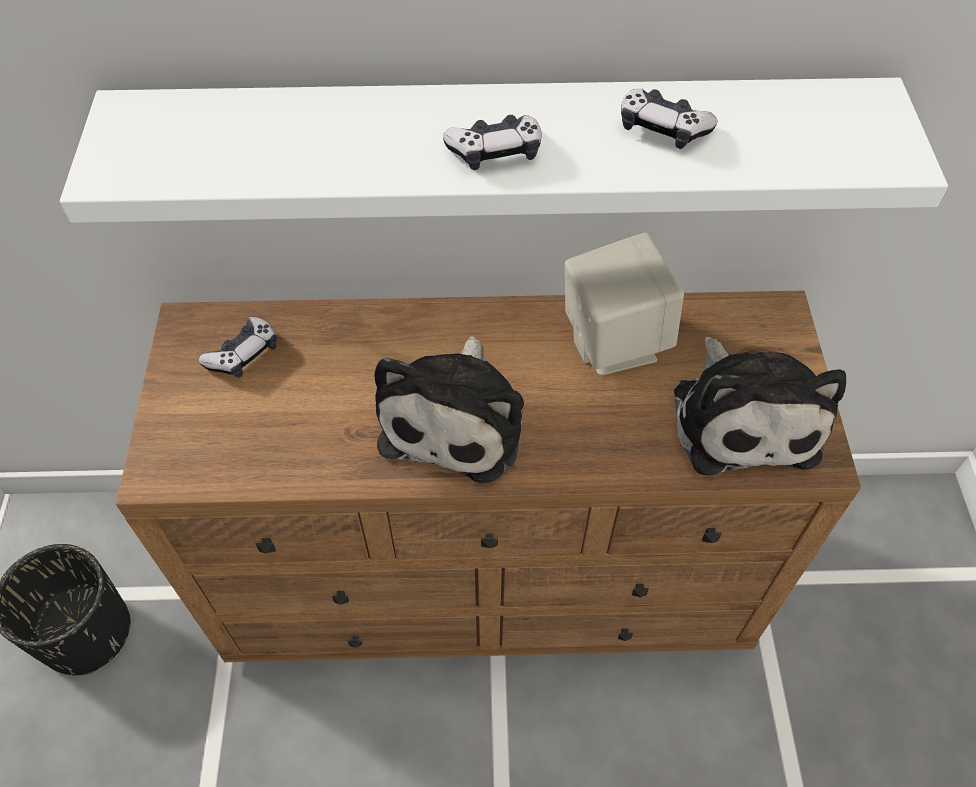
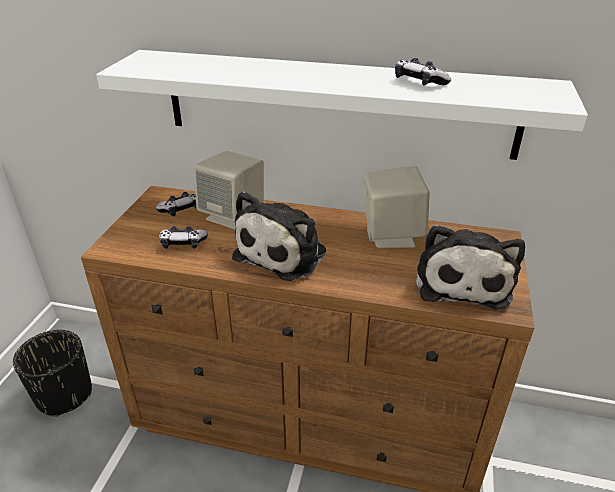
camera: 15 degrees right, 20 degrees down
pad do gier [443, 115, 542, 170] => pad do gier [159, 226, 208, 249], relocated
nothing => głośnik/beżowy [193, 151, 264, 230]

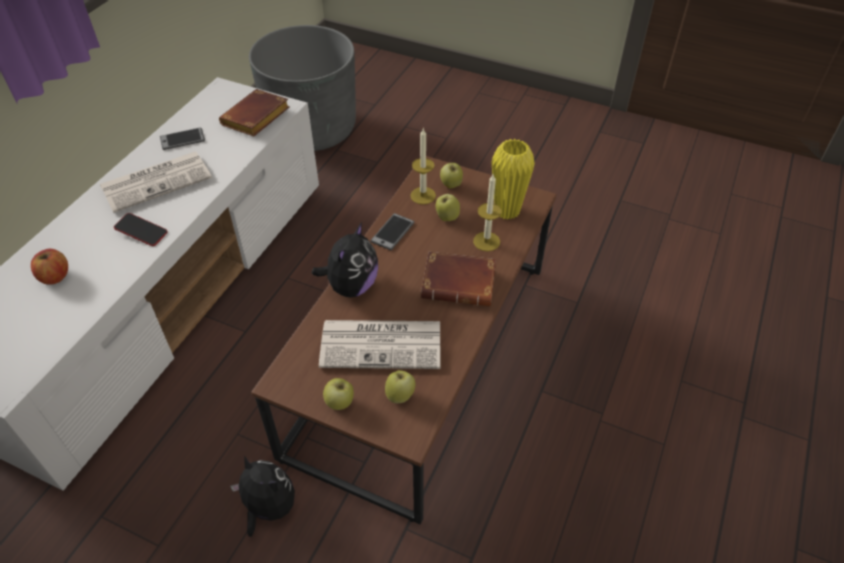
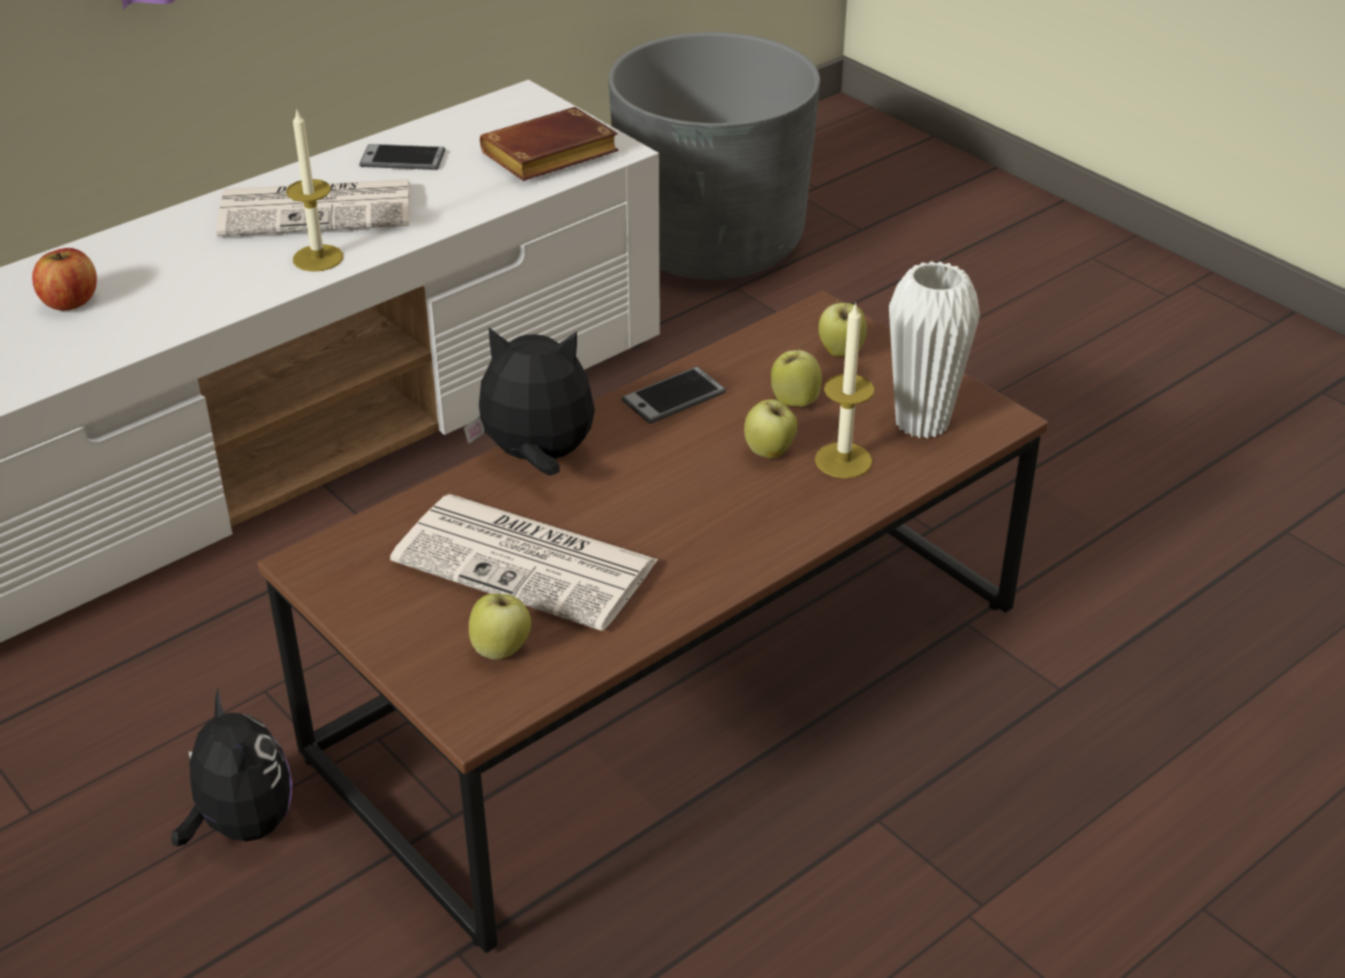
camera: 25 degrees right, 10 degrees down
świeca [410, 129, 436, 204] => świeca [286, 108, 343, 272], relocated
wazon/żółty [491, 139, 535, 220] => wazon/biały [889, 261, 980, 439]
telefon [114, 213, 168, 246] => nothing
pluszak [312, 222, 378, 297] => pluszak [463, 328, 595, 476], 135 degrees counterclockwise
książka/brązowy [421, 252, 496, 306] => nothing
jabłko [323, 378, 354, 410] => jabłko [744, 399, 798, 458], relocated

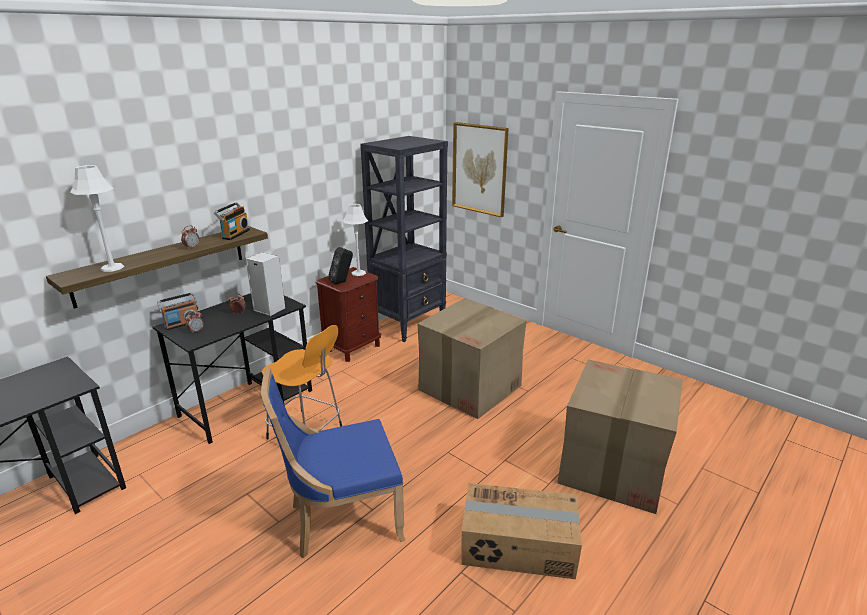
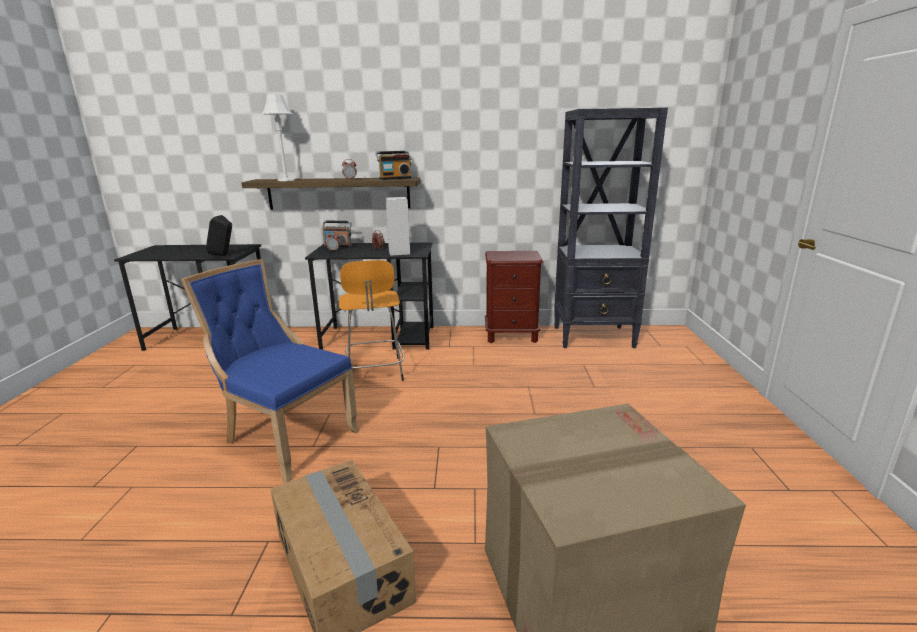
camera: 50 degrees right, 5 degrees down
obraz [452, 122, 509, 217] => nothing
lampa stołowa/biały [343, 204, 368, 276] => nothing
głośnik/czarny [328, 247, 353, 284] => głośnik/czarny [206, 215, 232, 256], relocated
karton [418, 298, 527, 419] => nothing

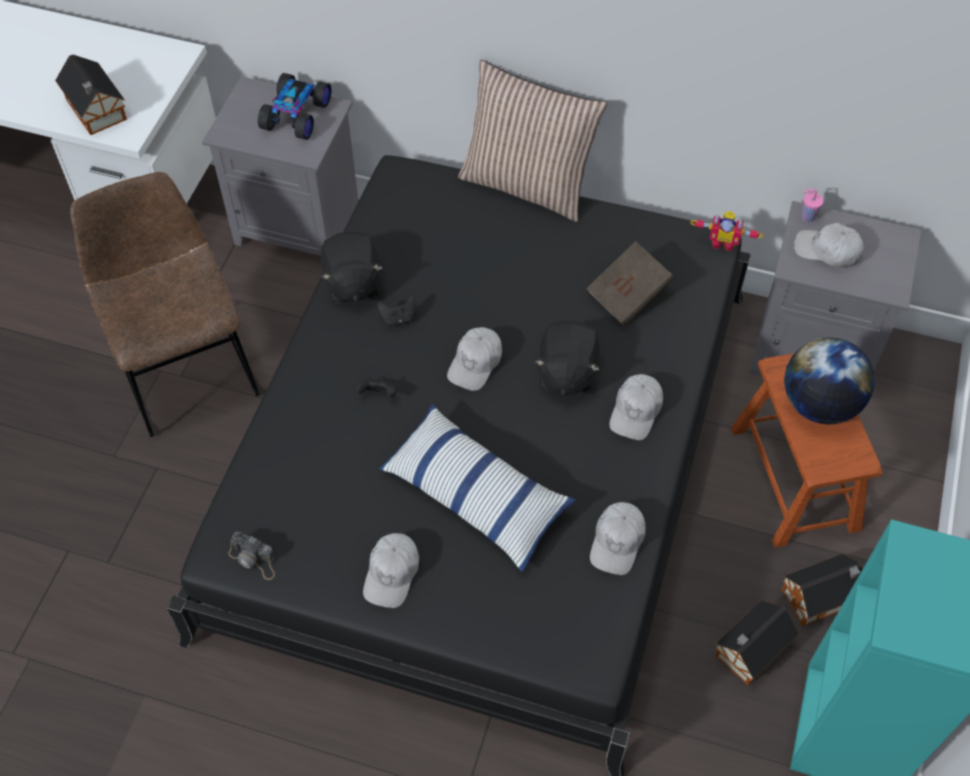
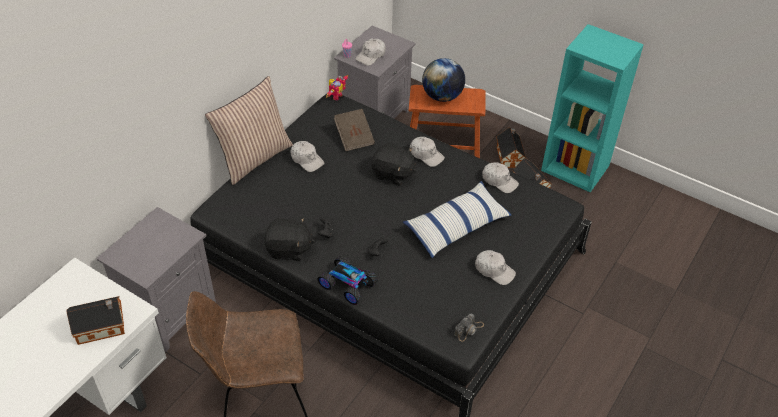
camera: 75 degrees left, 10 degrees down
samochodzik [258, 73, 331, 140] => samochodzik [318, 255, 378, 305], relocated
czapka z daszkiem/biały [447, 327, 502, 391] => czapka z daszkiem/biały [290, 141, 325, 172], relocated

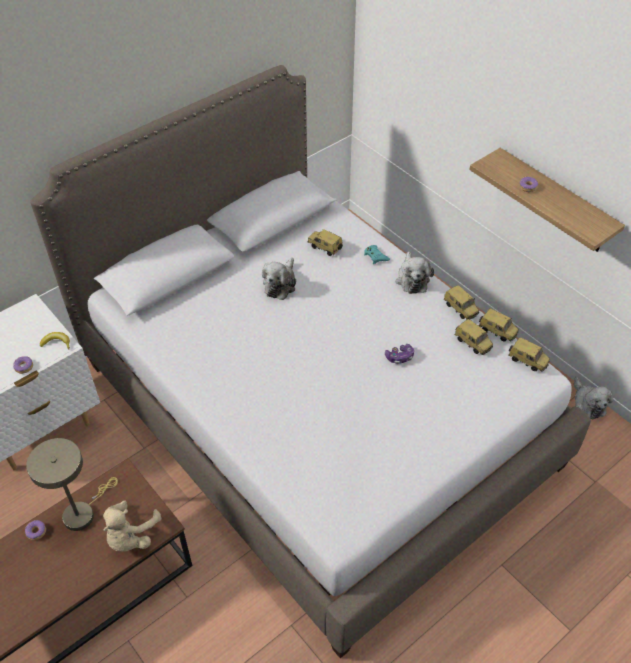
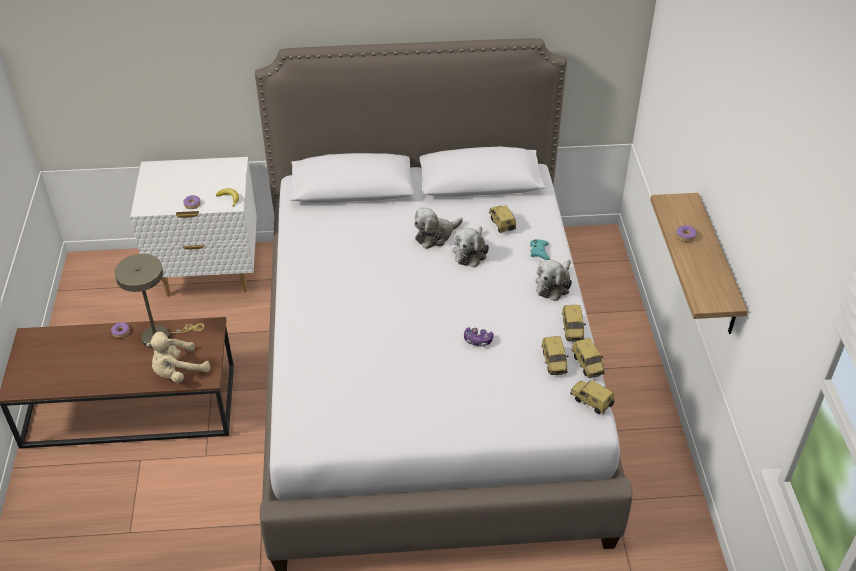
camera: 35 degrees right, 5 degrees down
samochodzik [508, 337, 550, 372] => samochodzik [570, 380, 615, 414], 150 degrees clockwise
pluszak [574, 377, 613, 419] => pluszak [452, 226, 489, 267], relocated

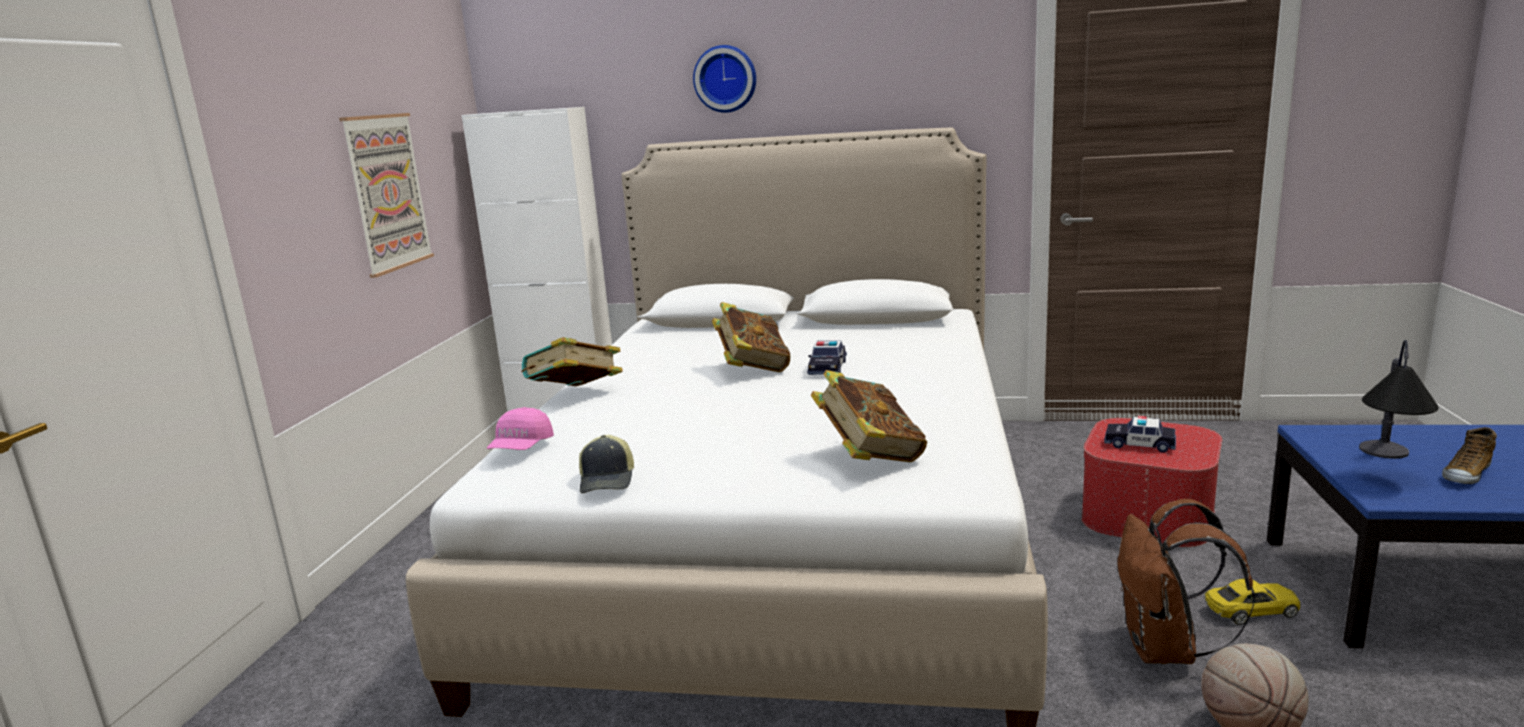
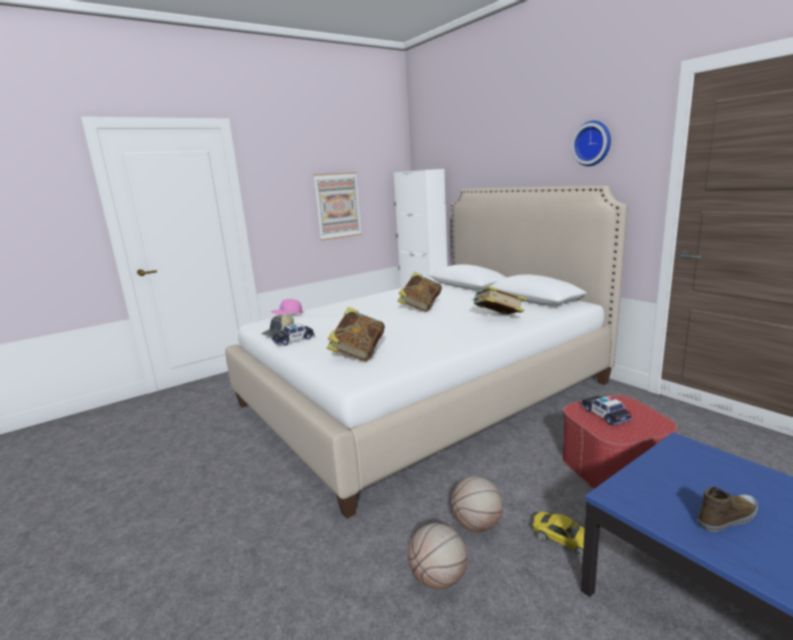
camera: 45 degrees right, 0 degrees up
zegar ścienny [693, 45, 756, 113] => zegar ścienny [571, 121, 611, 166], relocated
książka [521, 337, 623, 386] => książka [471, 286, 527, 315], relocated
lampa stołowa [1359, 340, 1439, 459] => nothing
samochodzik [807, 341, 847, 375] => samochodzik [271, 323, 315, 345], relocated
but [1442, 427, 1497, 484] => but [698, 486, 758, 532], 150 degrees clockwise
plecak/brązowy [1117, 499, 1255, 664] => piłka do koszykówki [451, 476, 503, 532]

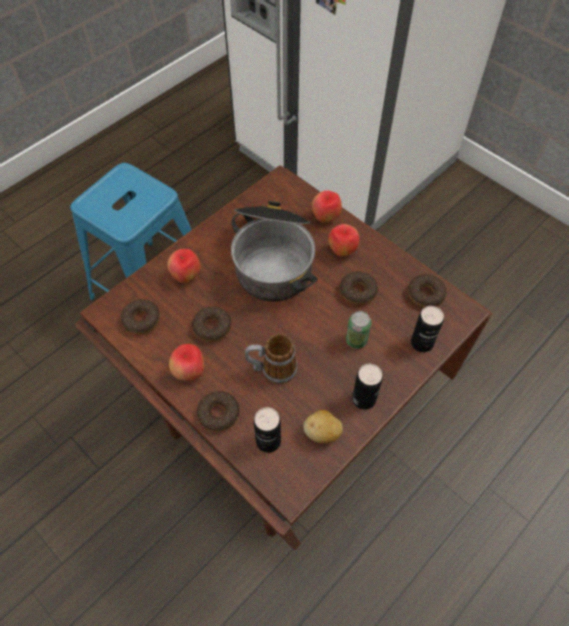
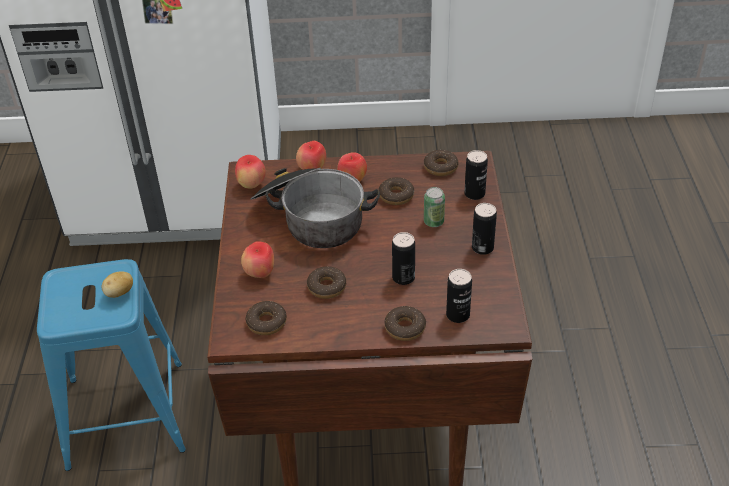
camera: 45 degrees left, 15 degrees down
kubek [245, 334, 297, 384] => puszka [392, 232, 415, 285]
jabłko [169, 344, 204, 381] => jabłko [235, 155, 266, 189], relocated
ziemniak [303, 410, 343, 443] => ziemniak [102, 271, 133, 298], relocated

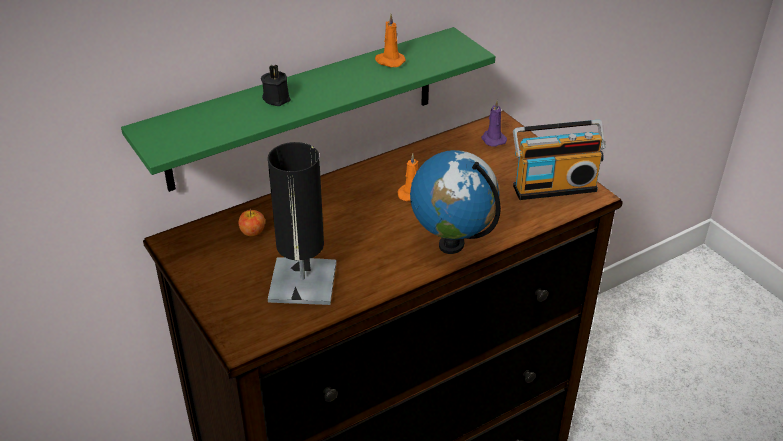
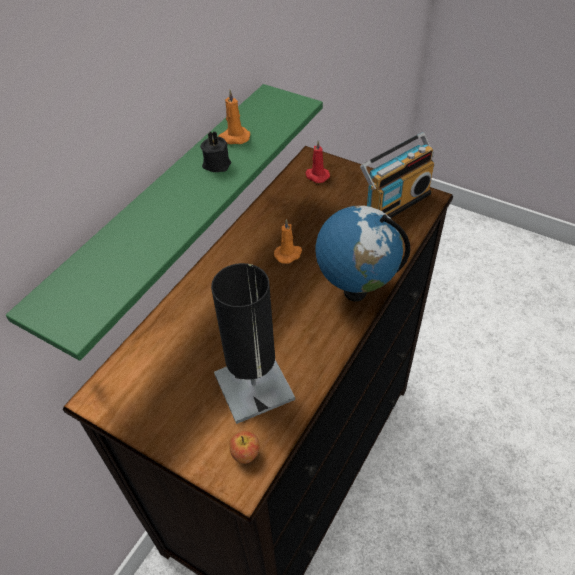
camera: 25 degrees left, 10 degrees up
świeca/czarny [261, 65, 291, 106] => świeca/czarny [200, 132, 231, 172], relocated
świeca/fioletowy [481, 100, 507, 147] => świeca/czerwony [305, 141, 330, 183]
jabłko [239, 209, 265, 236] => jabłko [229, 431, 260, 464], relocated

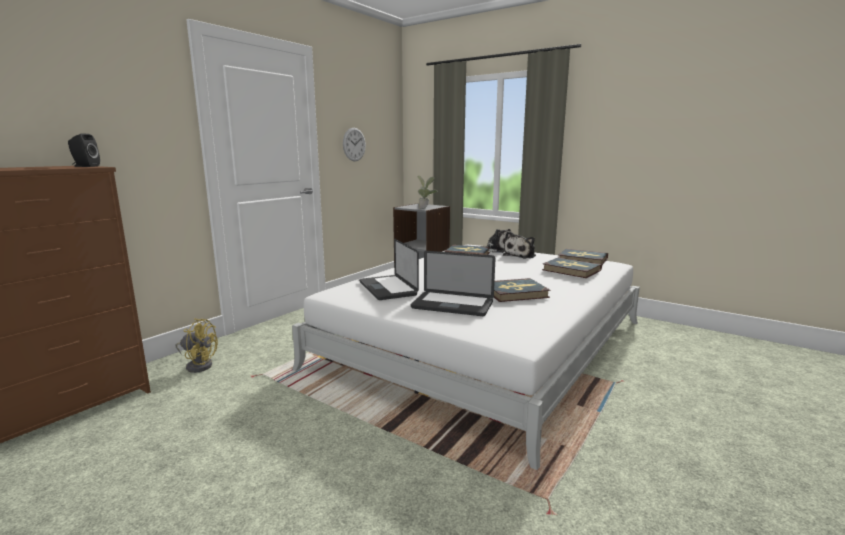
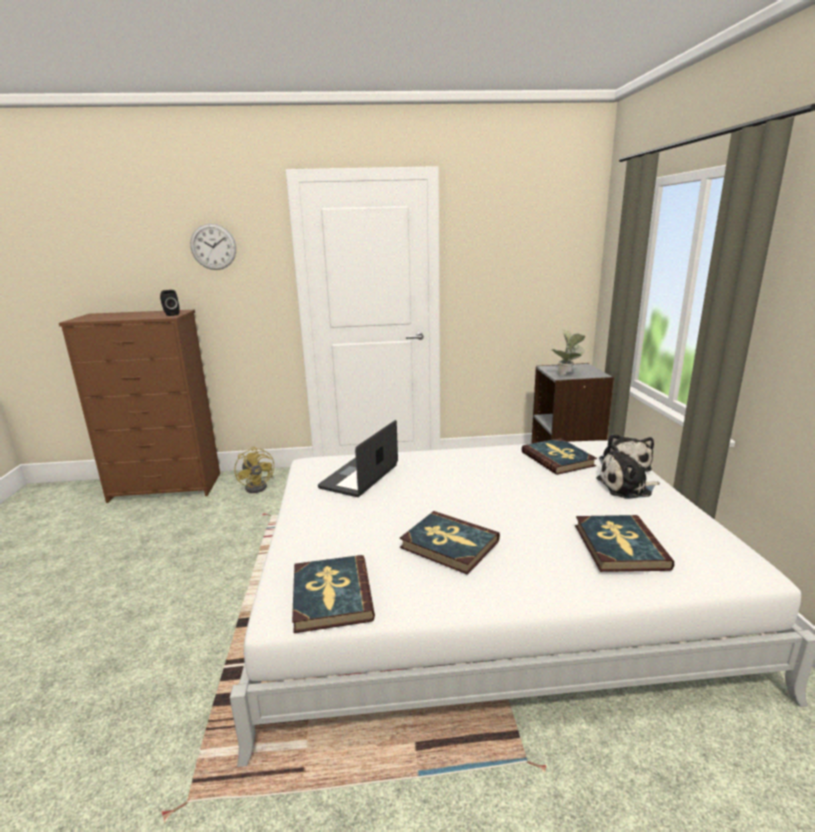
camera: 50 degrees right, 5 degrees up
zegar ścienny [343, 128, 366, 161] => zegar ścienny [190, 223, 236, 270], relocated
książka [558, 249, 608, 265] => książka [292, 555, 375, 633], relocated
laptop [411, 251, 495, 316] => nothing

